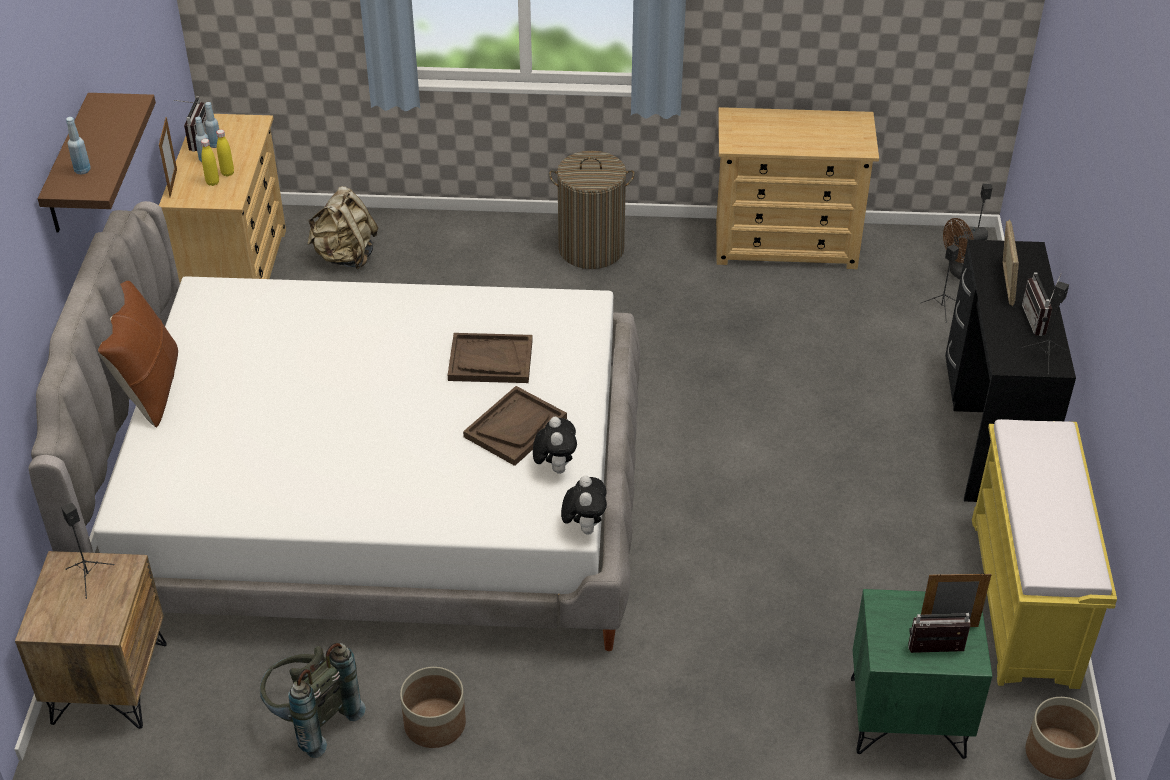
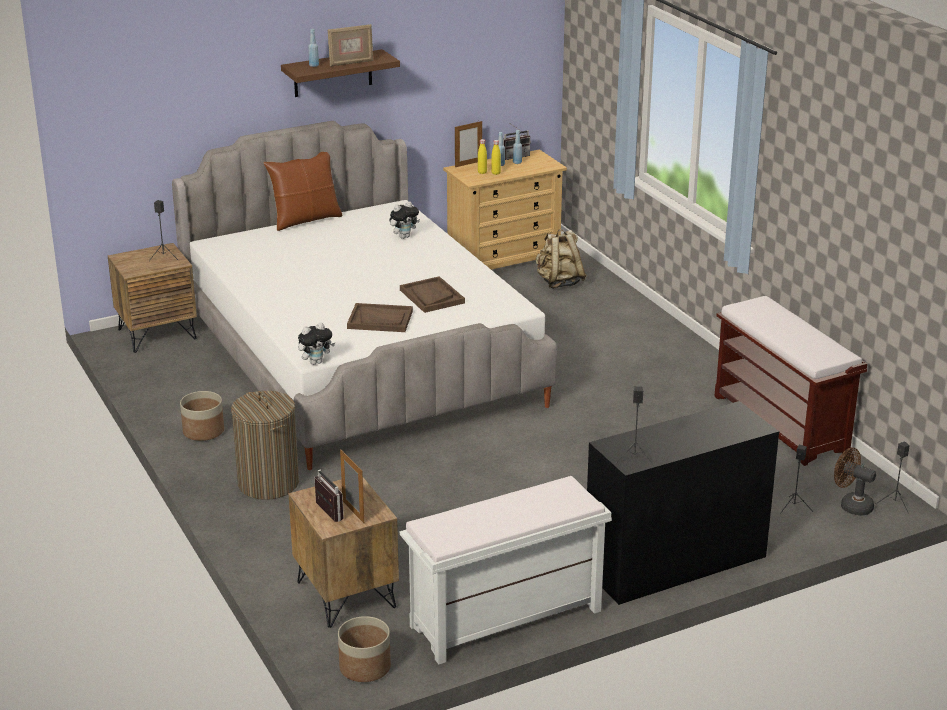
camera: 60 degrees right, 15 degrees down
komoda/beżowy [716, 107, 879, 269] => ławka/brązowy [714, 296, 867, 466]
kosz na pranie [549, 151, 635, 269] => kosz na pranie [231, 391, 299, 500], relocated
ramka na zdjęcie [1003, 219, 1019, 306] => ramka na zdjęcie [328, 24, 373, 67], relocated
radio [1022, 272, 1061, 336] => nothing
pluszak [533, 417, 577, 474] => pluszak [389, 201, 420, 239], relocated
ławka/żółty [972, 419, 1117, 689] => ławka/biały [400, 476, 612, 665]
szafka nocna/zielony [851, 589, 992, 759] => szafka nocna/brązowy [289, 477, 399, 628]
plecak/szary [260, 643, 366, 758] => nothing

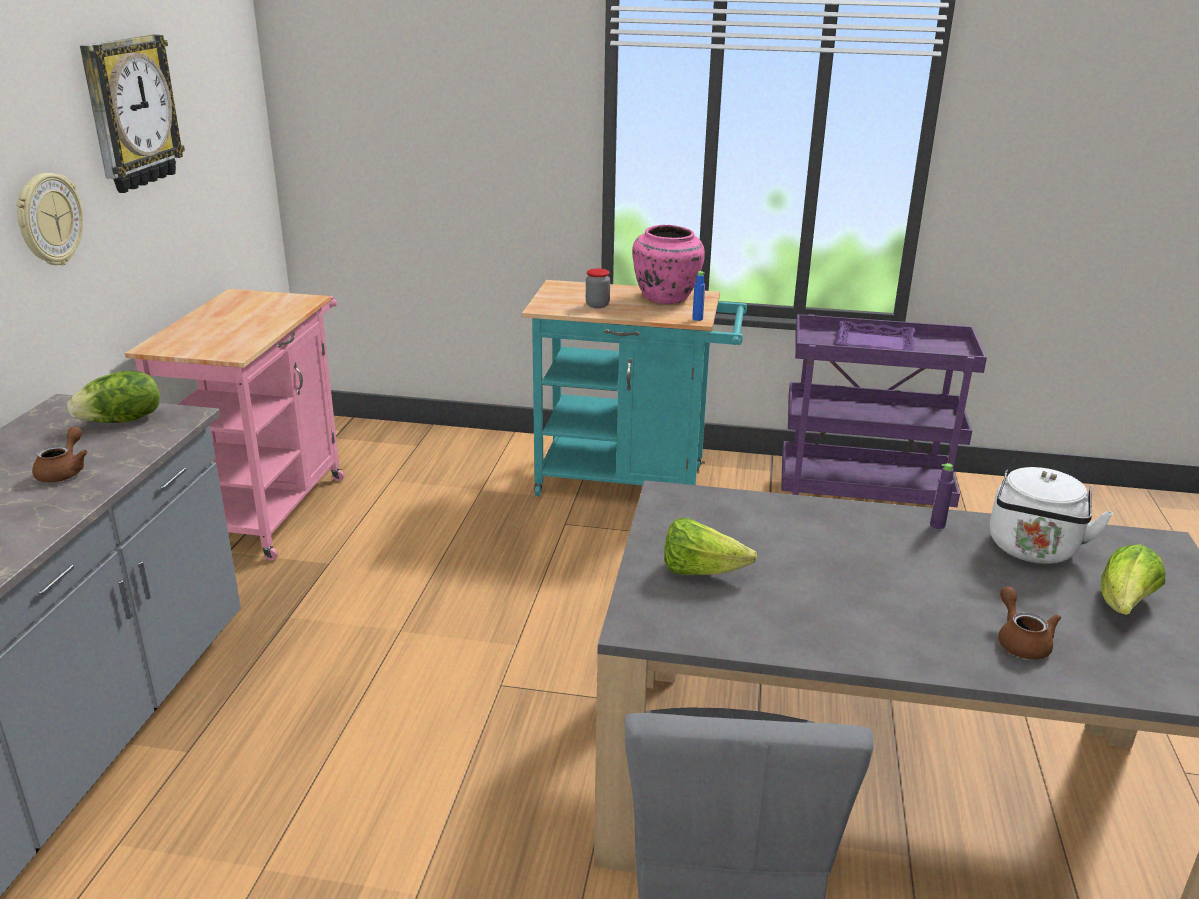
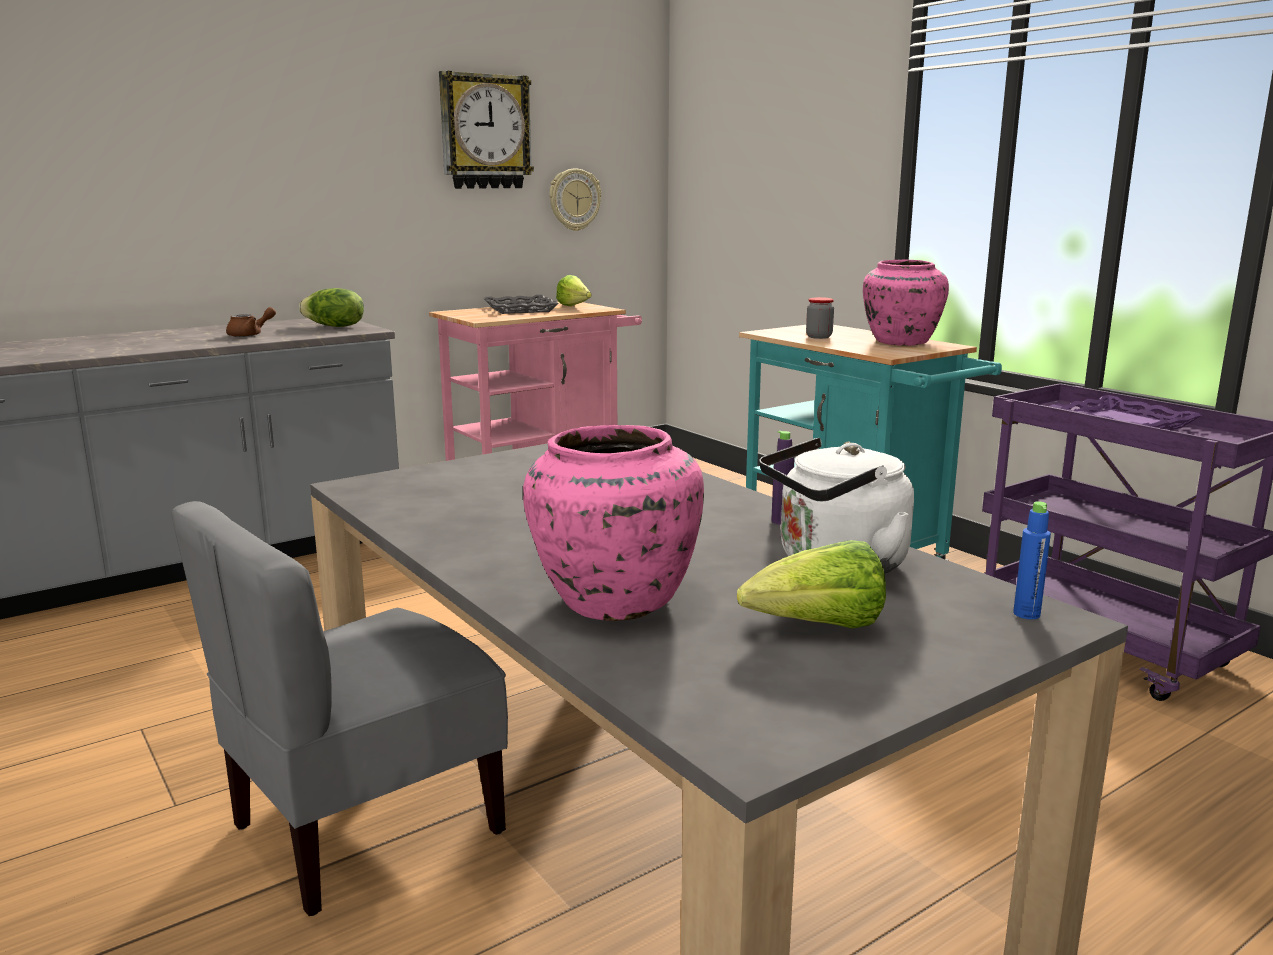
camera: 45 degrees right, 10 degrees down
zegar ścienny [16, 173, 83, 265] => zegar ścienny [549, 168, 601, 231], relocated
butelka/niebieski [692, 271, 705, 321] => butelka/niebieski [1013, 501, 1051, 619], relocated
sałata [664, 518, 757, 575] => sałata [556, 275, 592, 306], relocated
imbryk/brązowy [998, 587, 1061, 660] => wazon/różowy [523, 425, 704, 621]
nothing => taca/szary [483, 295, 559, 314]

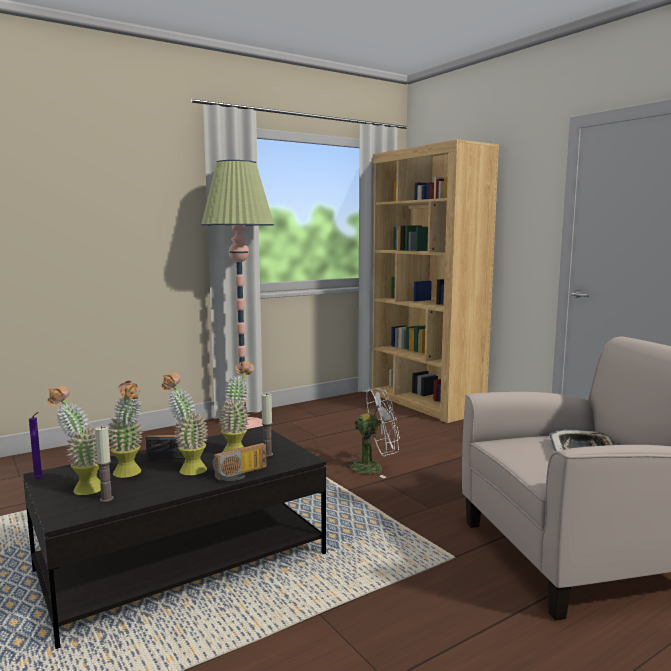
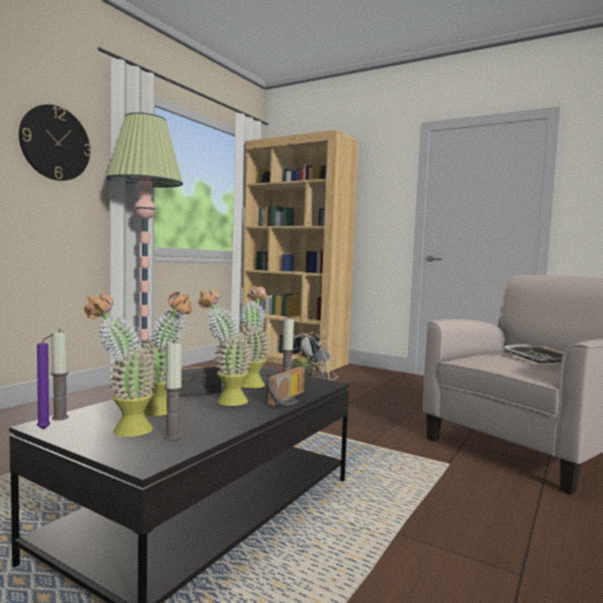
camera: 25 degrees left, 5 degrees down
nothing => zegar ścienny [19, 104, 91, 181]
nothing => świeca [51, 329, 69, 421]

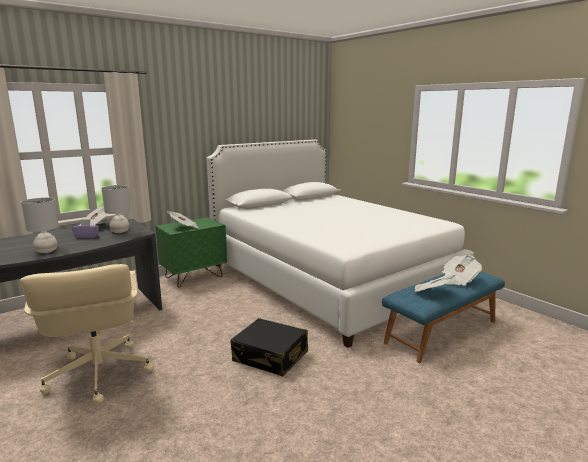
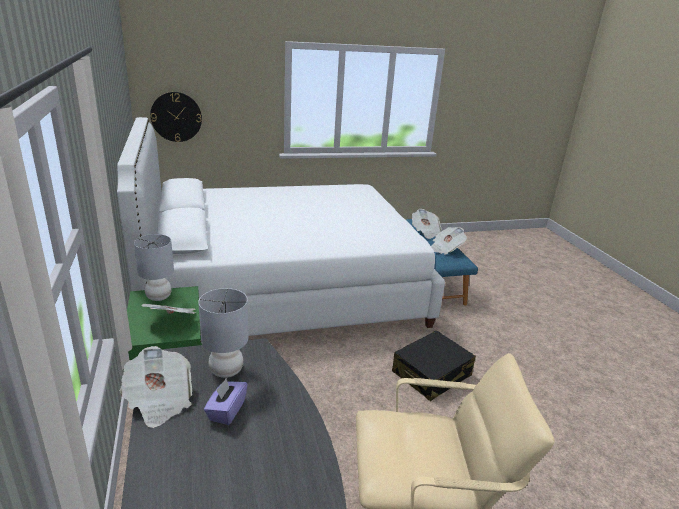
camera: 70 degrees left, 10 degrees up
lampa stołowa/szary [21, 198, 59, 253] => lampa stołowa/szary [134, 234, 174, 301], relocated
nothing => zegar ścienny [150, 92, 202, 142]

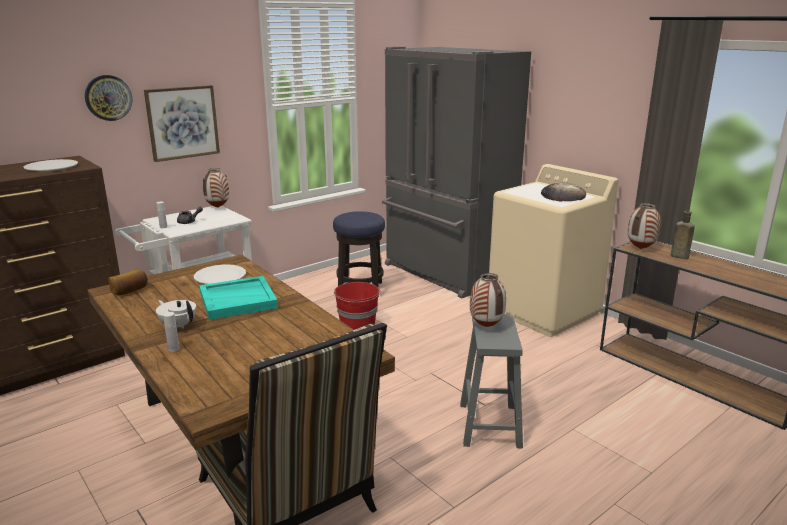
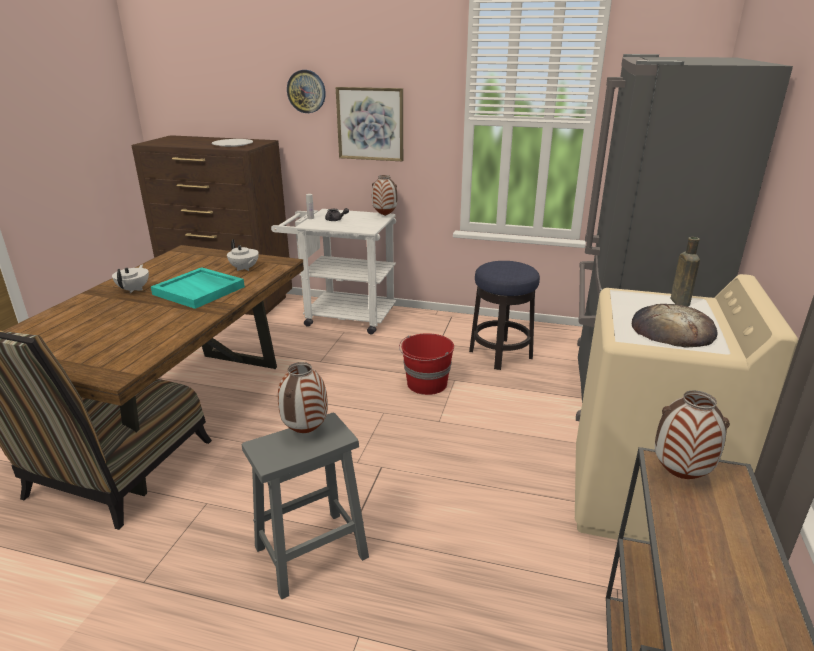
camera: 55 degrees right, 5 degrees up
butelka/brązowy [670, 211, 695, 259] => butelka/brązowy [671, 237, 700, 307], relocated
talerz/biały [194, 265, 246, 284] => imbryk/biały [227, 239, 259, 271]
chleb [108, 269, 148, 295] => nothing
butelka/biały [163, 312, 180, 352] => nothing

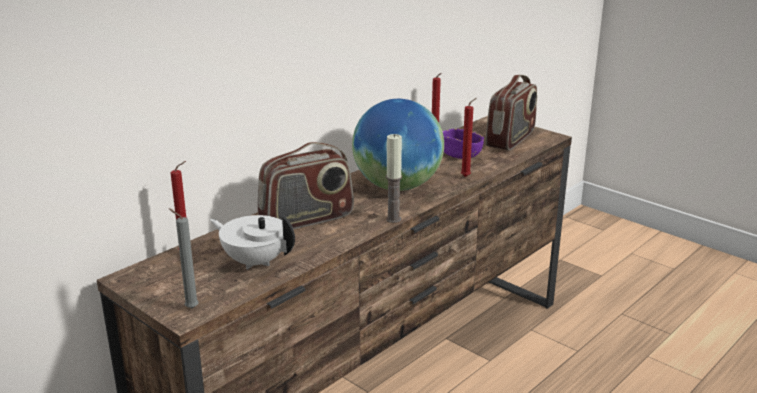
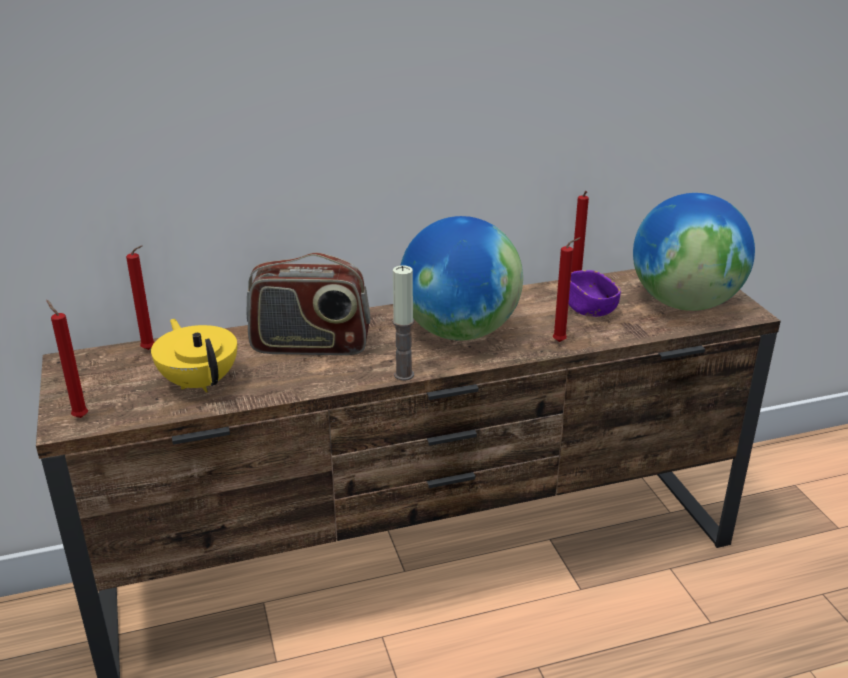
camera: 30 degrees right, 5 degrees up
radio [486, 75, 537, 150] => globus [633, 193, 755, 311]
świeca/szary [169, 208, 199, 308] => świeca/czerwony [46, 300, 88, 418]
imbryk/biały [210, 215, 295, 270] => imbryk/żółty [151, 319, 237, 392]

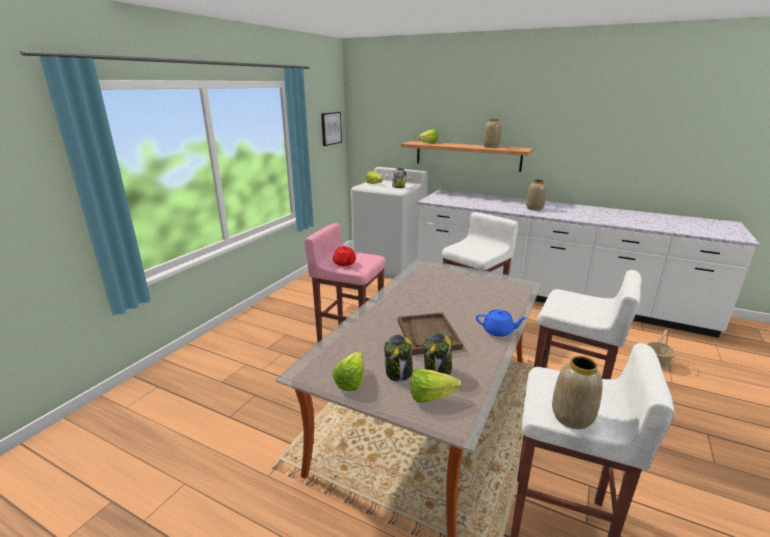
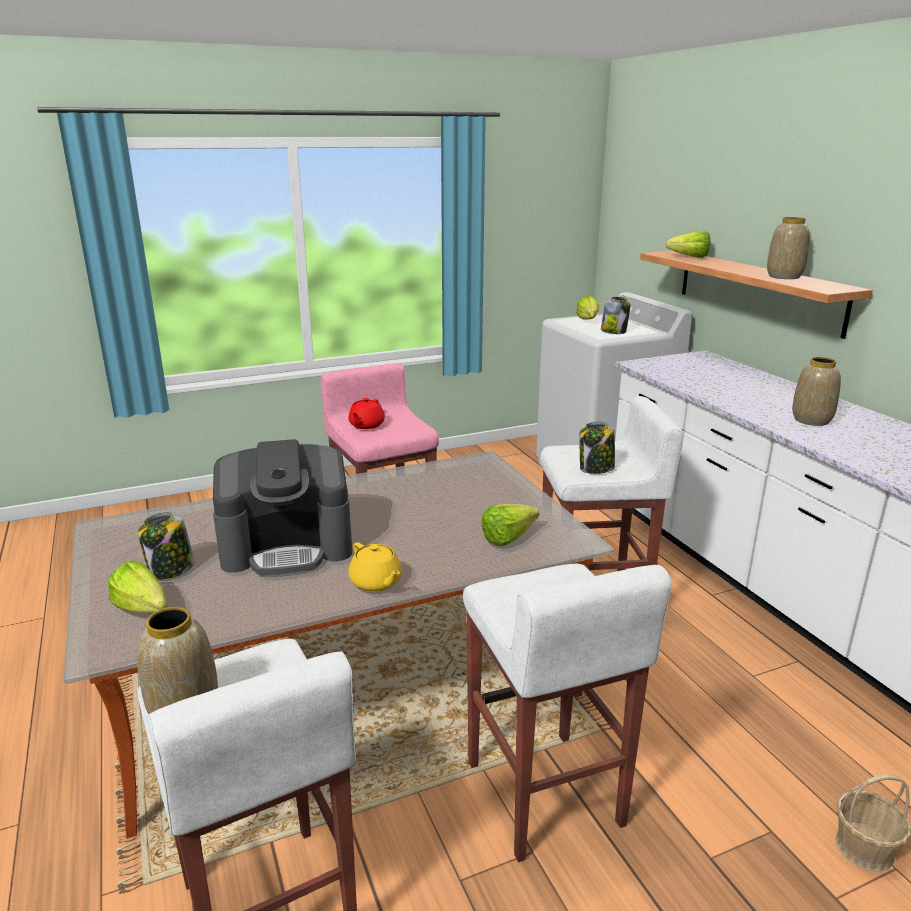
camera: 40 degrees right, 0 degrees up
obraz [321, 112, 342, 146] => nothing
imbryk/niebieski [476, 310, 527, 337] => imbryk/żółty [348, 542, 402, 592]
taca/brązowy [398, 312, 463, 355] => ekspres do kawy [213, 439, 352, 575]
słoik [424, 333, 452, 375] => słoik [580, 422, 615, 474], relocated
sałata [332, 351, 364, 391] => sałata [481, 504, 539, 546], relocated

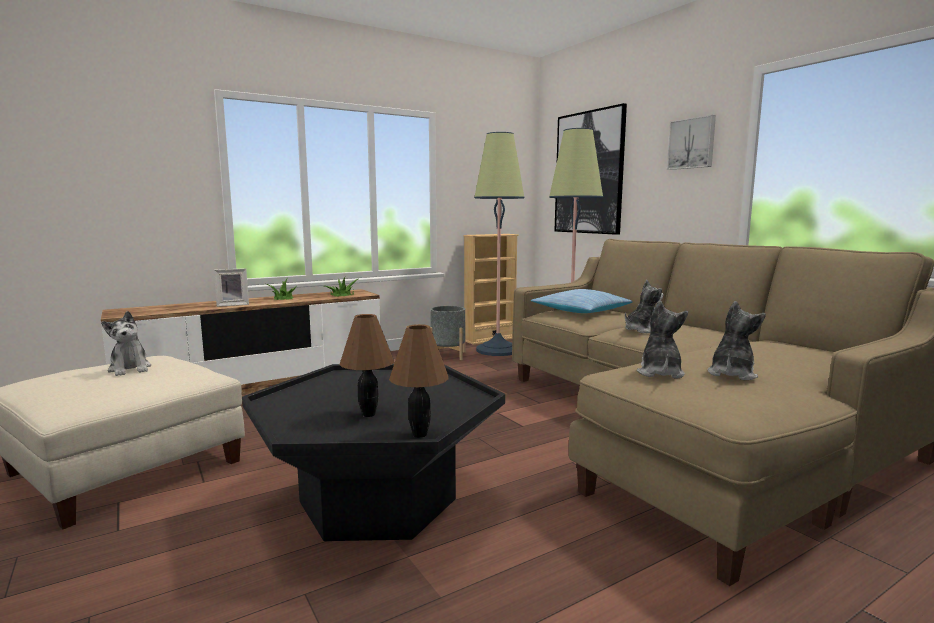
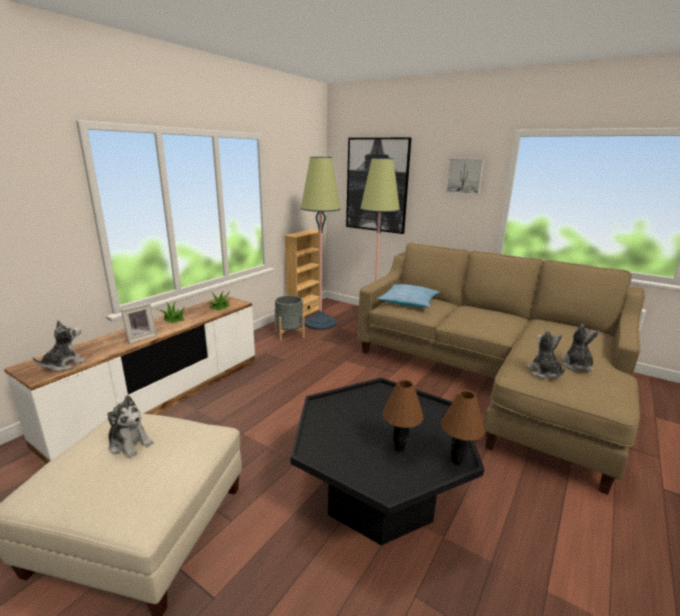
camera: 25 degrees left, 10 degrees up
pluszak [625, 280, 663, 333] => pluszak [32, 320, 86, 371], relocated

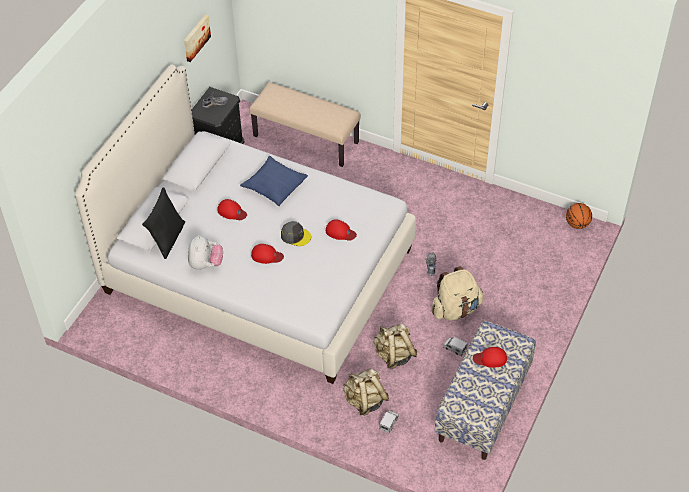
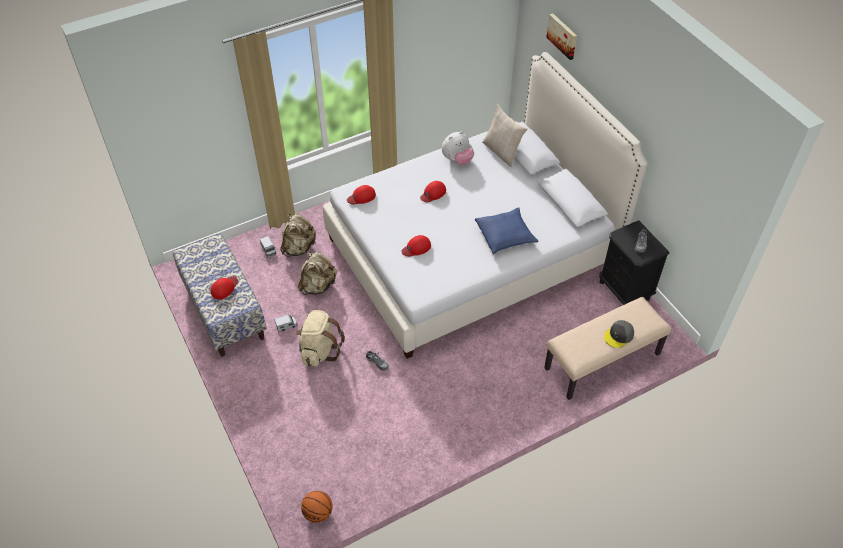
camera: 125 degrees right, 0 degrees up
obraz [184, 15, 211, 62] => obraz [546, 13, 577, 60], relocated
poduszka/czarny [142, 187, 185, 259] => poduszka/beżowy [482, 104, 527, 167]
czapka z daszkiem/czerwony [217, 199, 247, 220] => czapka z daszkiem/czerwony [347, 185, 376, 205], relocated
czapka z daszkiem/szary [281, 221, 311, 246] => czapka z daszkiem/szary [604, 320, 634, 348], relocated
pluszak [188, 235, 223, 270] => pluszak [442, 131, 474, 165], 75 degrees counterclockwise

